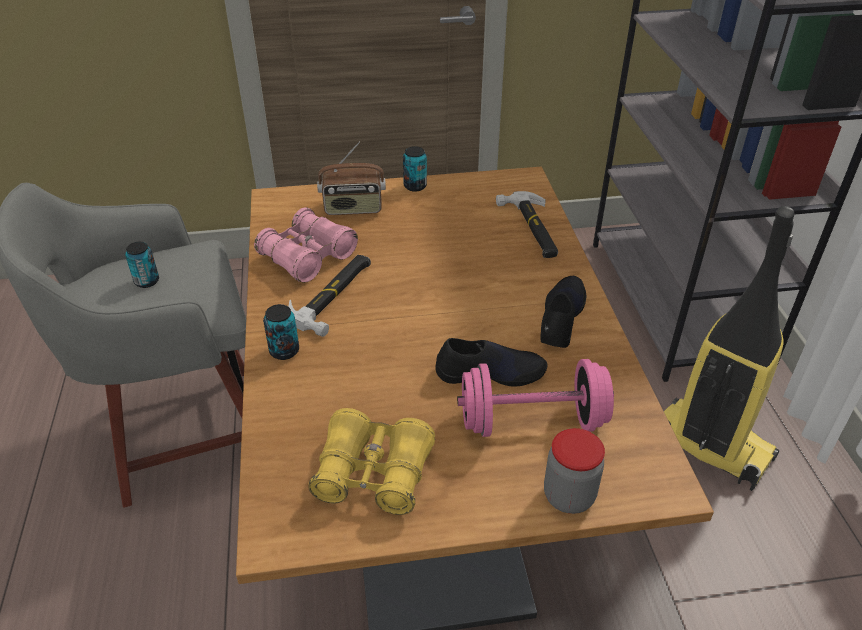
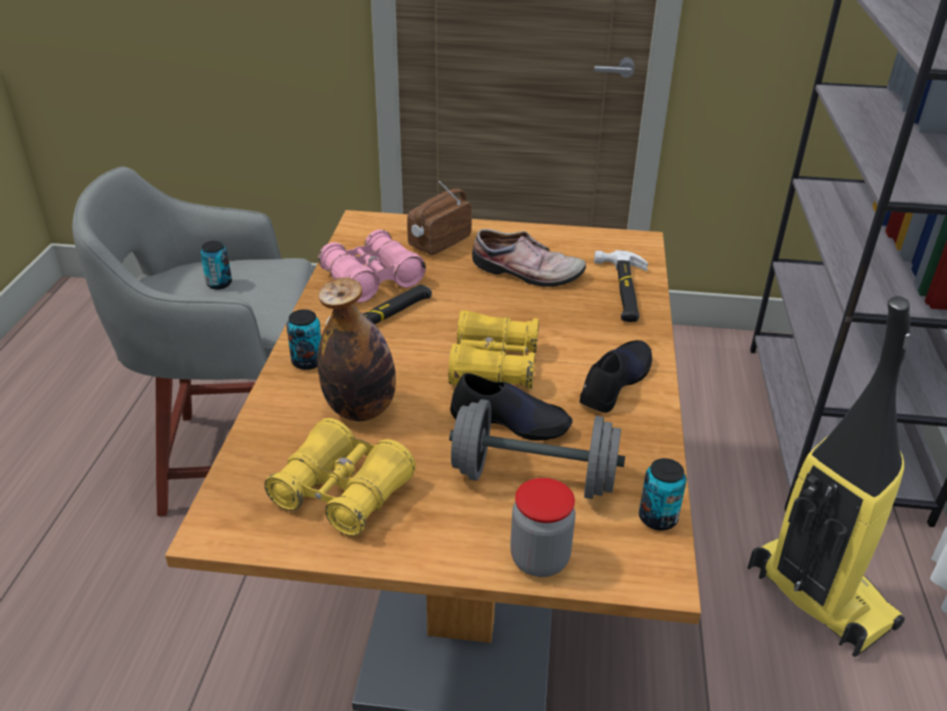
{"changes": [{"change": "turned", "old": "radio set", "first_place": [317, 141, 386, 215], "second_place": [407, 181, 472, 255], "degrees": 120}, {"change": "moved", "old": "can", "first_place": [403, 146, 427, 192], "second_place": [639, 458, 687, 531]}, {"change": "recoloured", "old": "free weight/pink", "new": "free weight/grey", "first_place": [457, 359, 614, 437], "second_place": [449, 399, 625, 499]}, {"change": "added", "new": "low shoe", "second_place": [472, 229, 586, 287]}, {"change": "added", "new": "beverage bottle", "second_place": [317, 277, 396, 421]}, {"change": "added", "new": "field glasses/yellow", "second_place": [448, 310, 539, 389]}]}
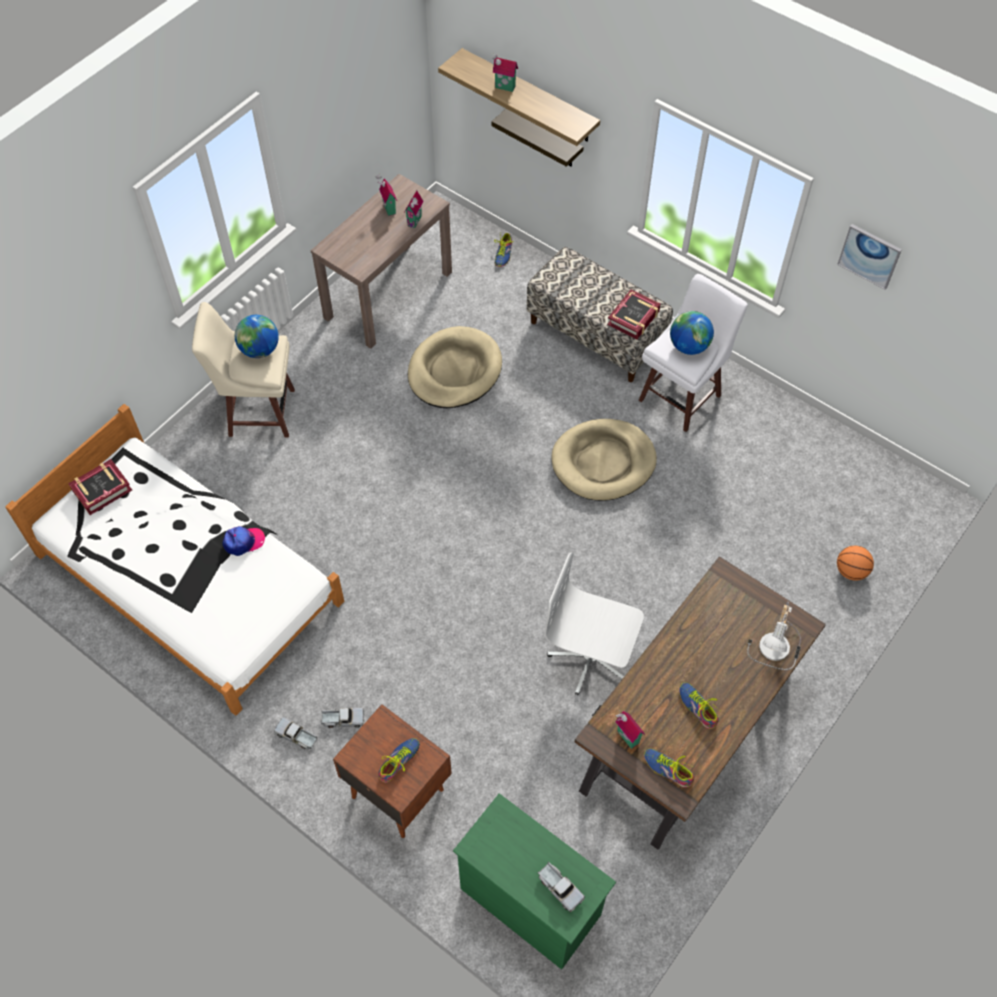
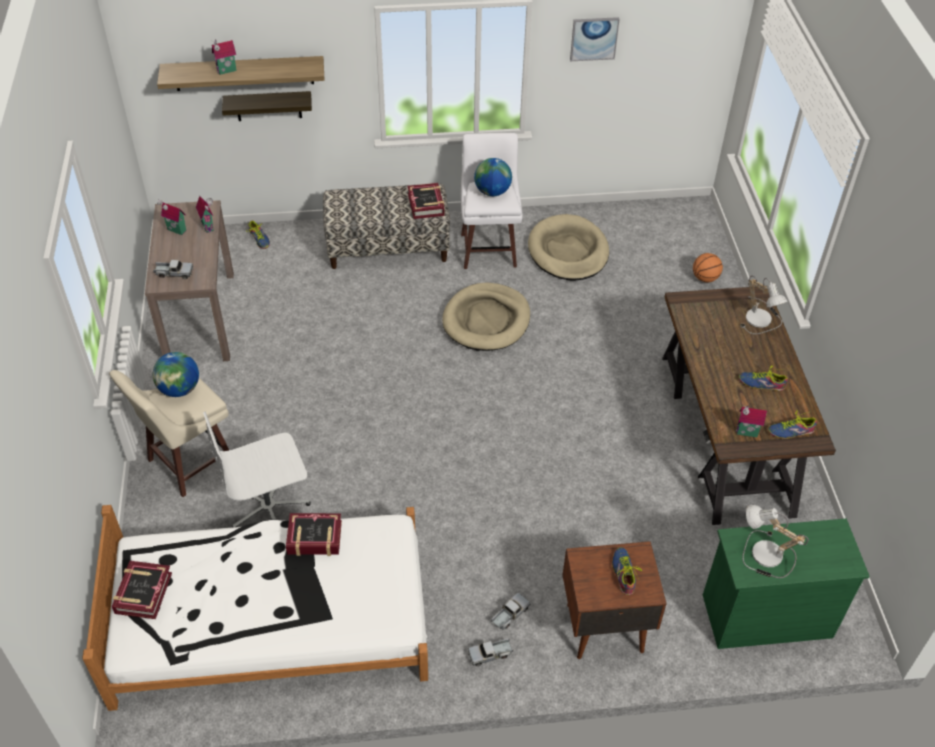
{"changes": [{"change": "moved", "old": "pet bed/sand-coloured", "first_place": [408, 326, 502, 408], "second_place": [528, 214, 609, 281]}, {"change": "replaced", "old": "peaked cap", "new": "book", "first_place": [222, 526, 265, 556], "second_place": [286, 513, 342, 556]}, {"change": "moved", "old": "office chair/white", "first_place": [544, 553, 644, 695], "second_place": [203, 411, 311, 527]}, {"change": "moved", "old": "toy truck", "first_place": [538, 862, 585, 912], "second_place": [153, 260, 193, 279]}, {"change": "added", "new": "tabletop lamp", "second_place": [742, 505, 809, 578]}]}
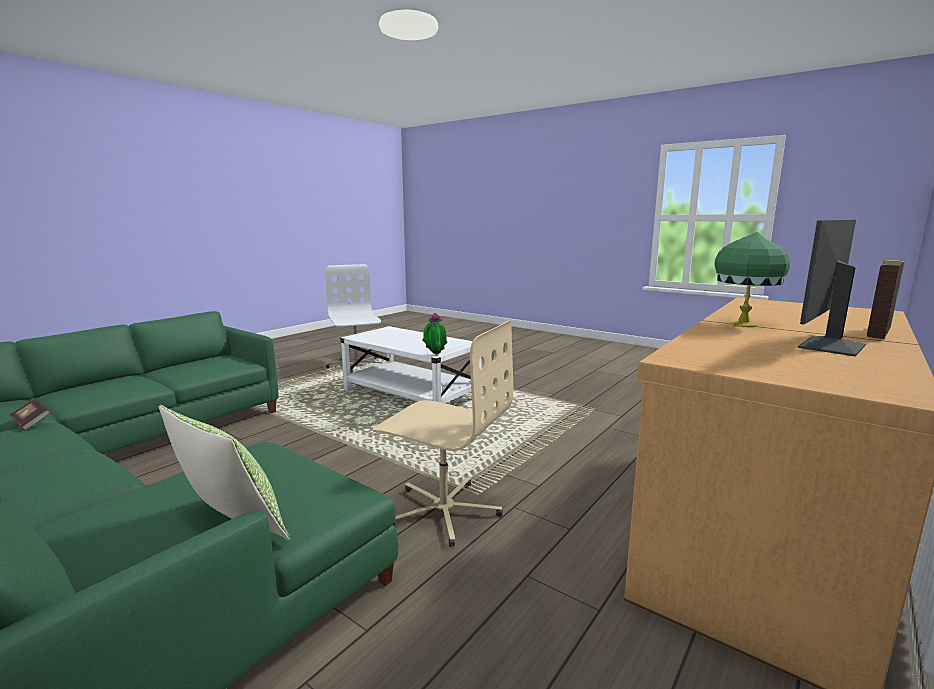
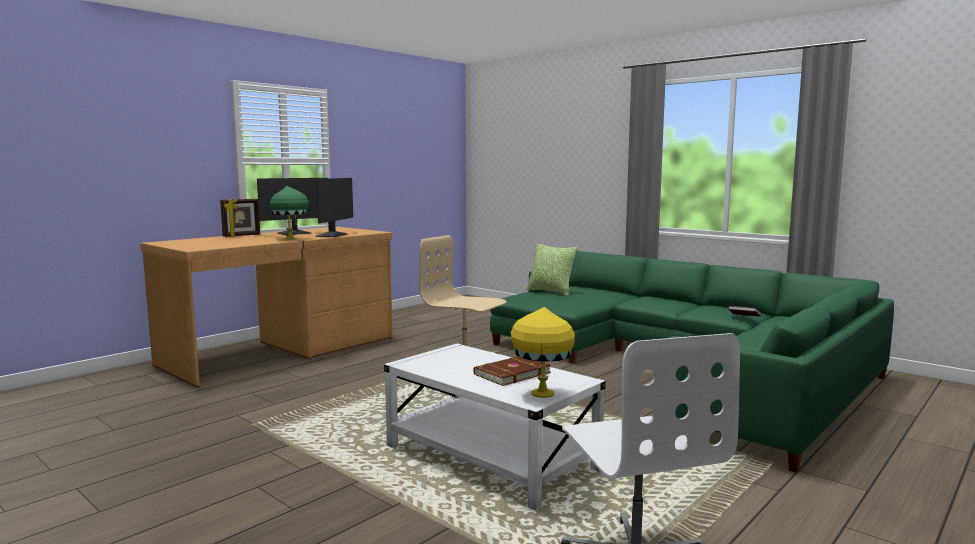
{"changes": [{"change": "removed", "old": "plant in a pot", "first_place": [422, 313, 447, 354]}, {"change": "added", "new": "monitor", "second_place": [316, 178, 353, 237]}, {"change": "added", "new": "tabletop lamp/yellow", "second_place": [511, 307, 575, 398]}, {"change": "added", "new": "book/brown-coloured", "second_place": [473, 357, 551, 386]}]}
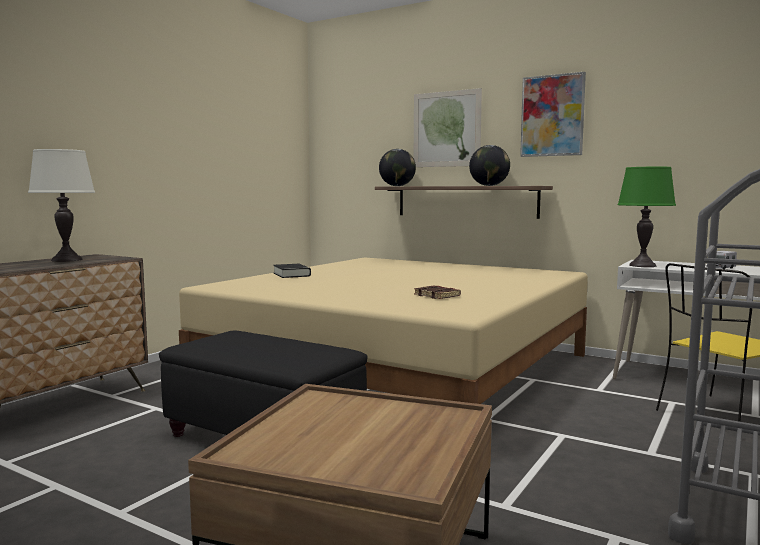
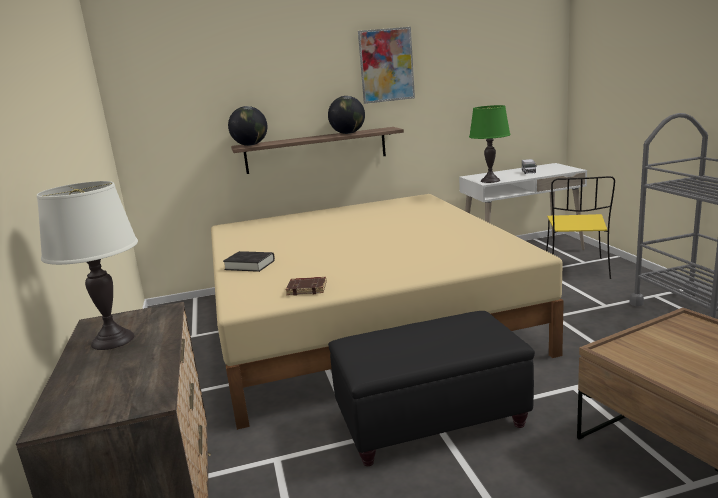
{"changes": [{"change": "removed", "old": "wall art", "first_place": [414, 88, 482, 167]}, {"change": "moved", "old": "book/brown-coloured", "first_place": [414, 286, 461, 299], "second_place": [286, 277, 326, 296]}]}
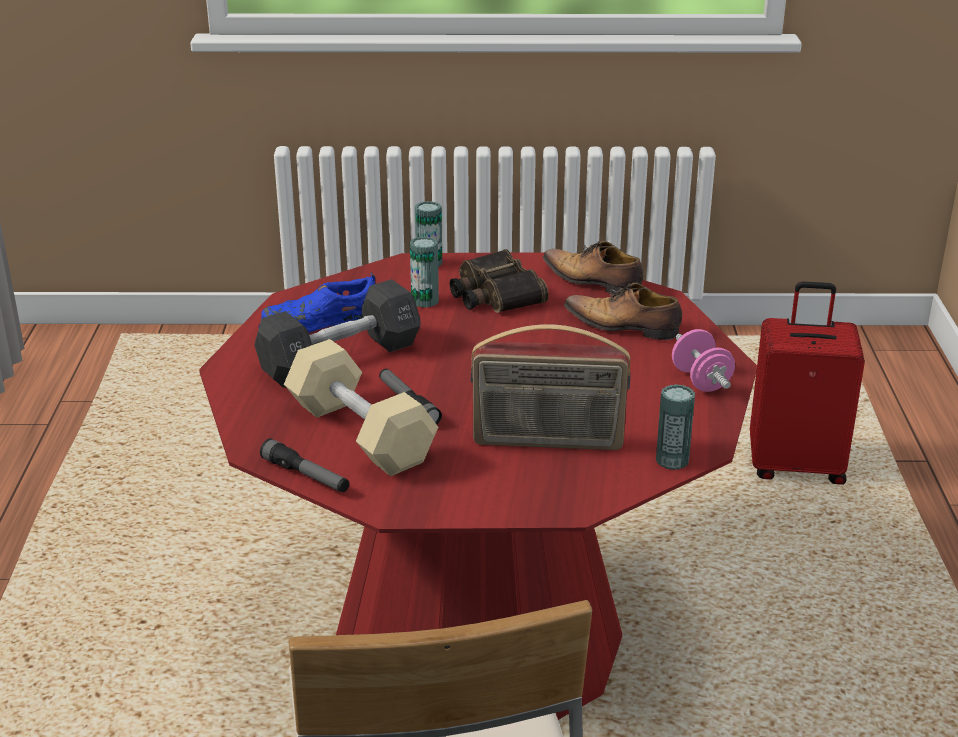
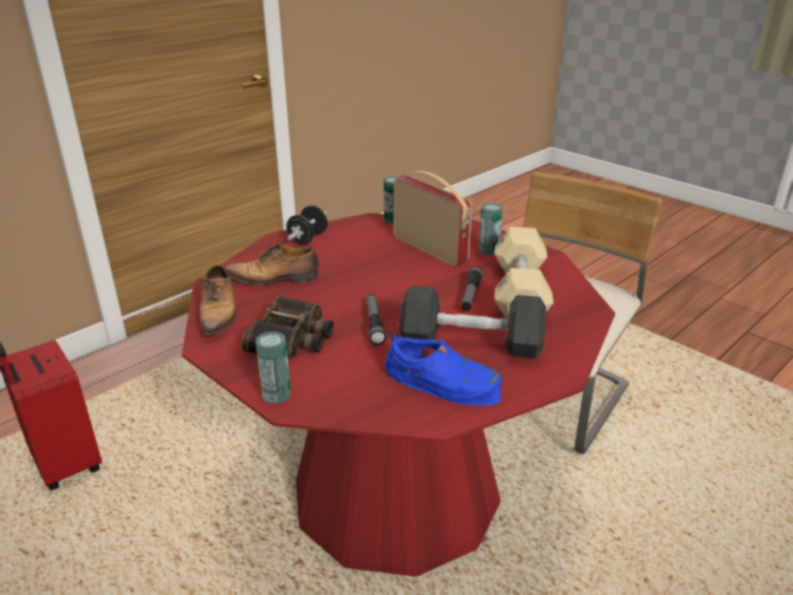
{"changes": [{"change": "moved", "old": "can", "first_place": [410, 236, 439, 308], "second_place": [479, 203, 503, 255]}, {"change": "turned", "old": "low shoe", "first_place": [564, 282, 682, 340], "second_place": [224, 243, 319, 285], "degrees": 105}, {"change": "recoloured", "old": "free weight/pink", "new": "free weight/black", "first_place": [672, 329, 735, 392], "second_place": [287, 205, 328, 245]}, {"change": "moved", "old": "hand torch", "first_place": [260, 438, 349, 492], "second_place": [366, 294, 386, 345]}]}
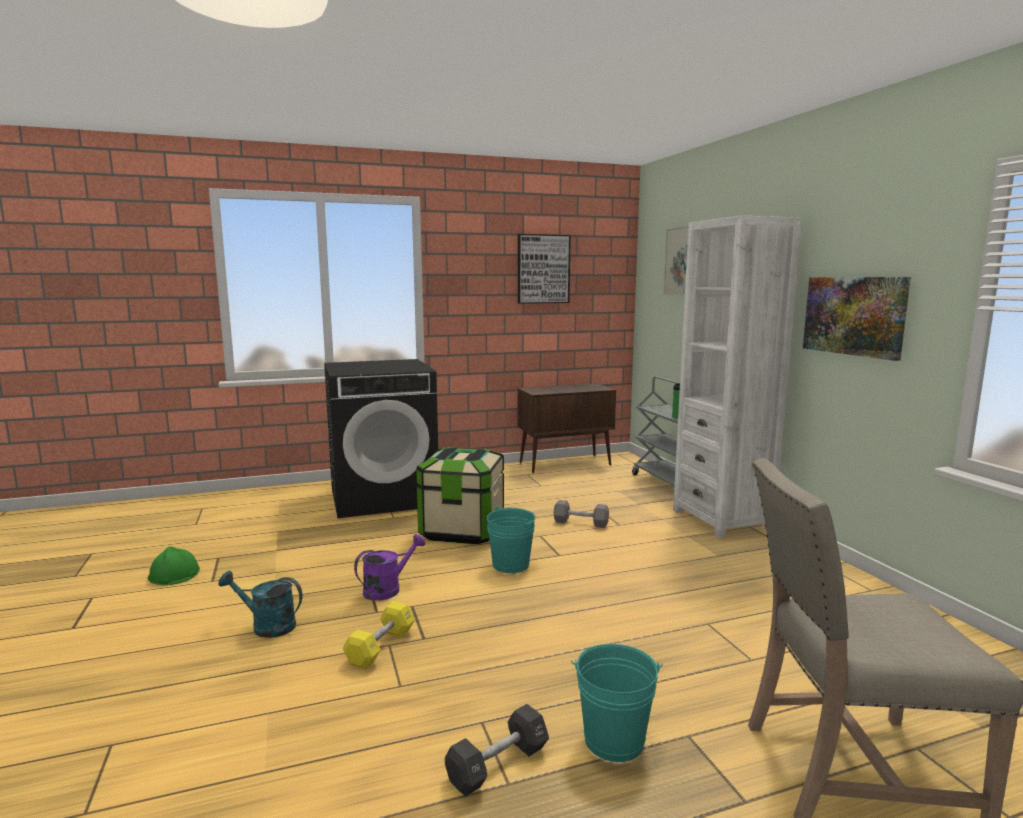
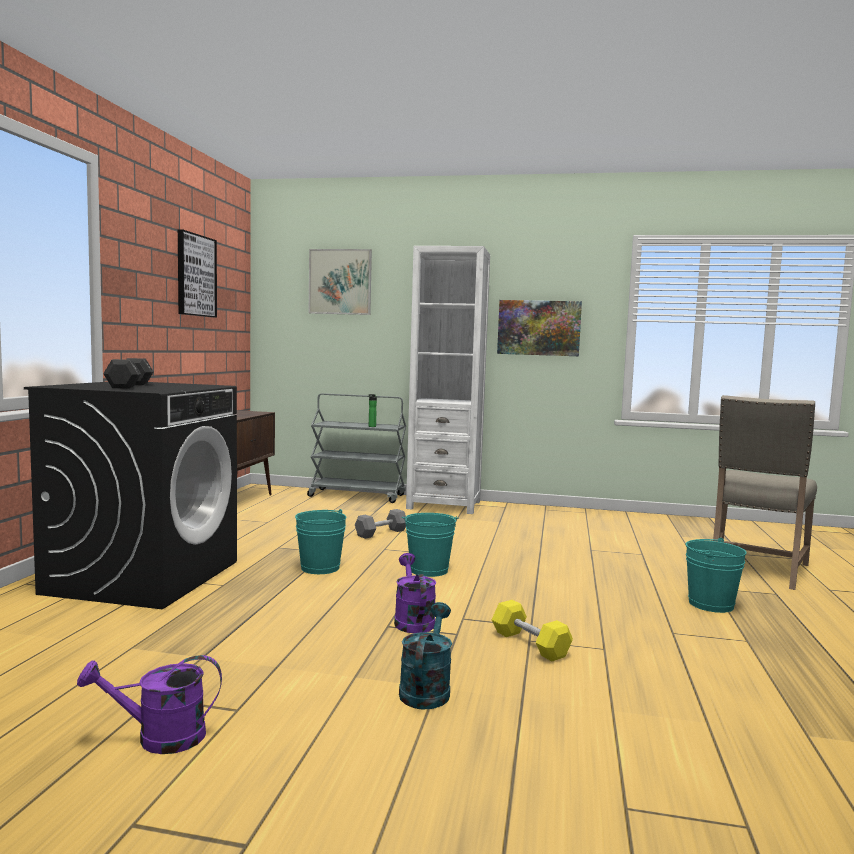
{"changes": [{"change": "replaced", "old": "storage bin", "new": "pail/turquoise", "first_place": [416, 447, 504, 544], "second_place": [295, 509, 346, 574]}, {"change": "replaced", "old": "safety helmet/green", "new": "watering can/purple-coloured", "first_place": [148, 546, 200, 585], "second_place": [77, 655, 222, 754]}, {"change": "turned", "old": "watering can/turquoise", "first_place": [218, 571, 303, 638], "second_place": [399, 602, 452, 709], "degrees": 150}, {"change": "moved", "old": "free weight/black", "first_place": [445, 704, 549, 797], "second_place": [103, 358, 154, 389]}]}
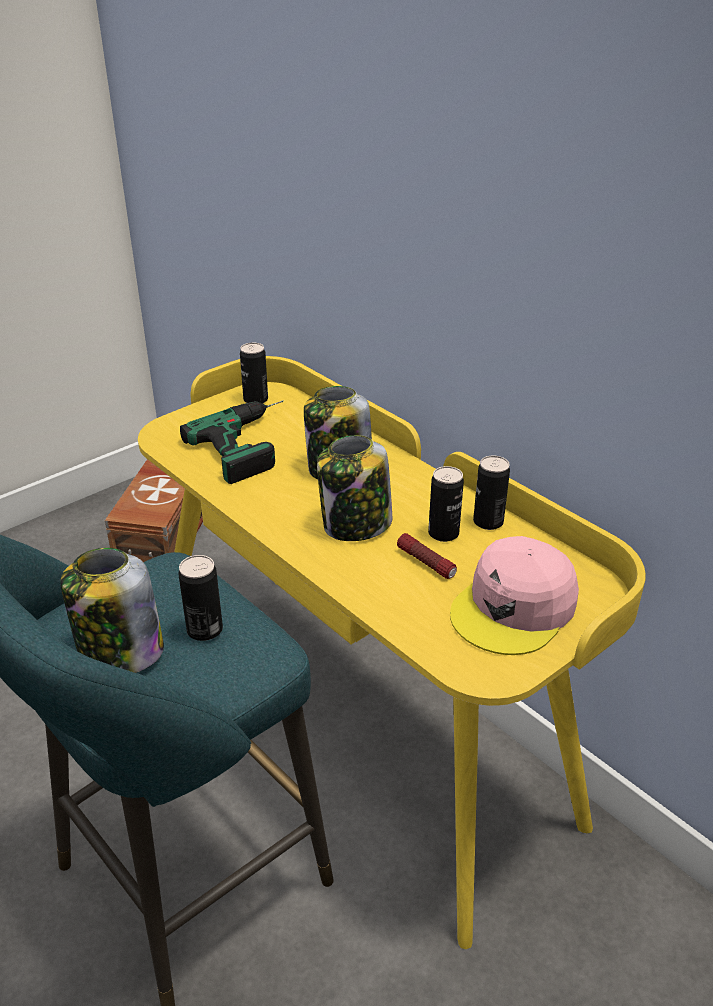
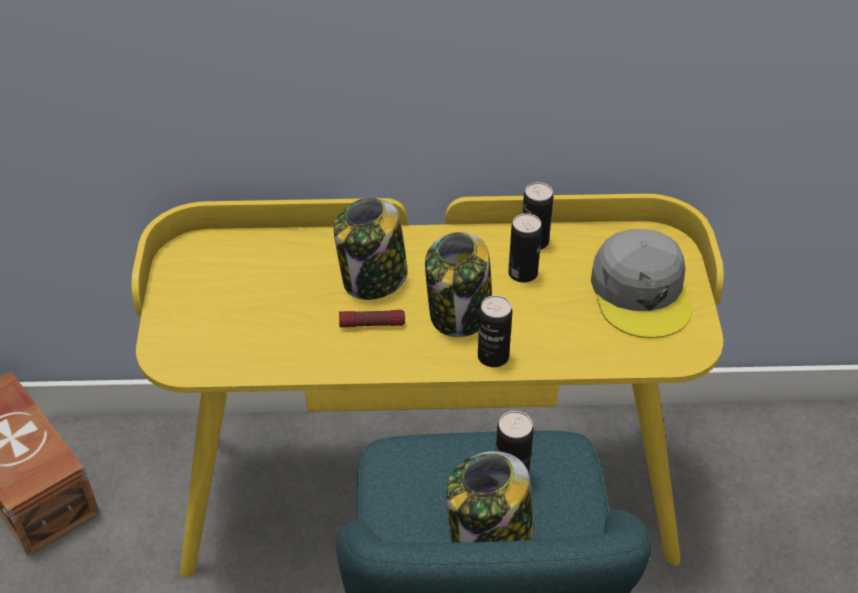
{"changes": [{"change": "moved", "old": "can", "first_place": [240, 343, 268, 404], "second_place": [478, 295, 512, 367]}, {"change": "removed", "old": "power drill", "first_place": [180, 400, 284, 484]}, {"change": "moved", "old": "hand torch", "first_place": [397, 533, 457, 579], "second_place": [339, 310, 405, 327]}, {"change": "recoloured", "old": "peaked cap/pink", "new": "peaked cap/grey", "first_place": [450, 536, 579, 655], "second_place": [591, 229, 692, 338]}]}
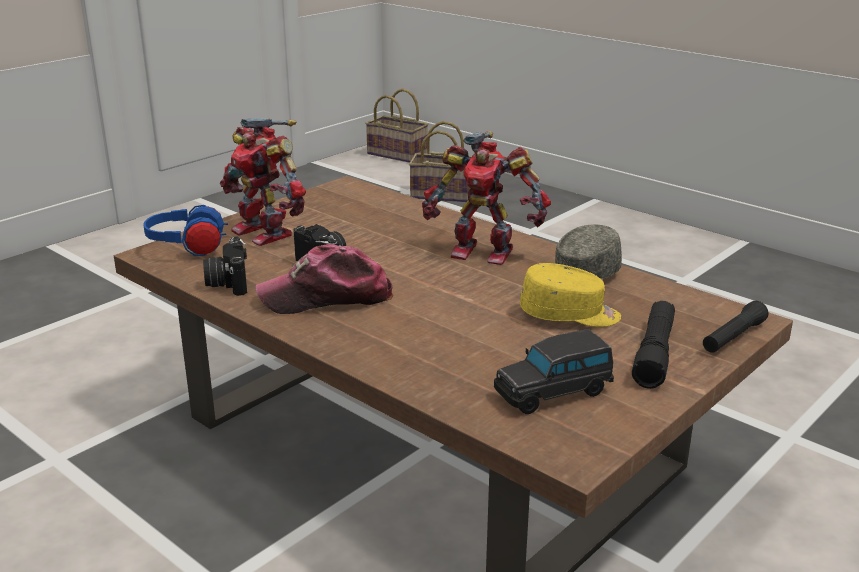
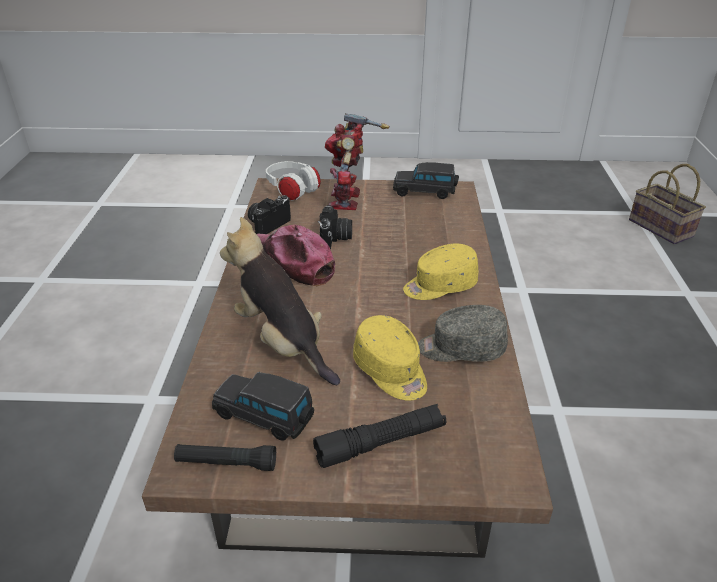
{"changes": [{"change": "removed", "old": "household basket", "first_place": [365, 88, 429, 163]}, {"change": "replaced", "old": "toy robot", "new": "peaked cap/yellow", "first_place": [422, 131, 551, 265], "second_place": [403, 244, 479, 300]}, {"change": "recoloured", "old": "headphones/bluish", "new": "headphones/white", "first_place": [143, 205, 228, 256], "second_place": [266, 161, 321, 201]}, {"change": "moved", "old": "hand torch/black", "first_place": [703, 301, 768, 353], "second_place": [174, 444, 276, 471]}, {"change": "added", "new": "model car/black", "second_place": [393, 162, 459, 199]}, {"change": "added", "new": "soft toy", "second_place": [220, 217, 340, 385]}]}
